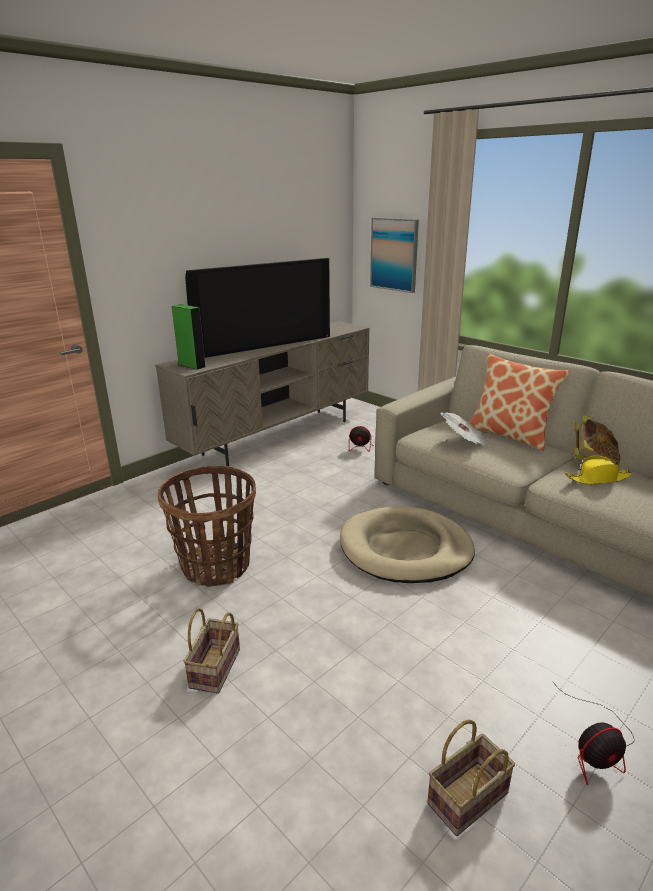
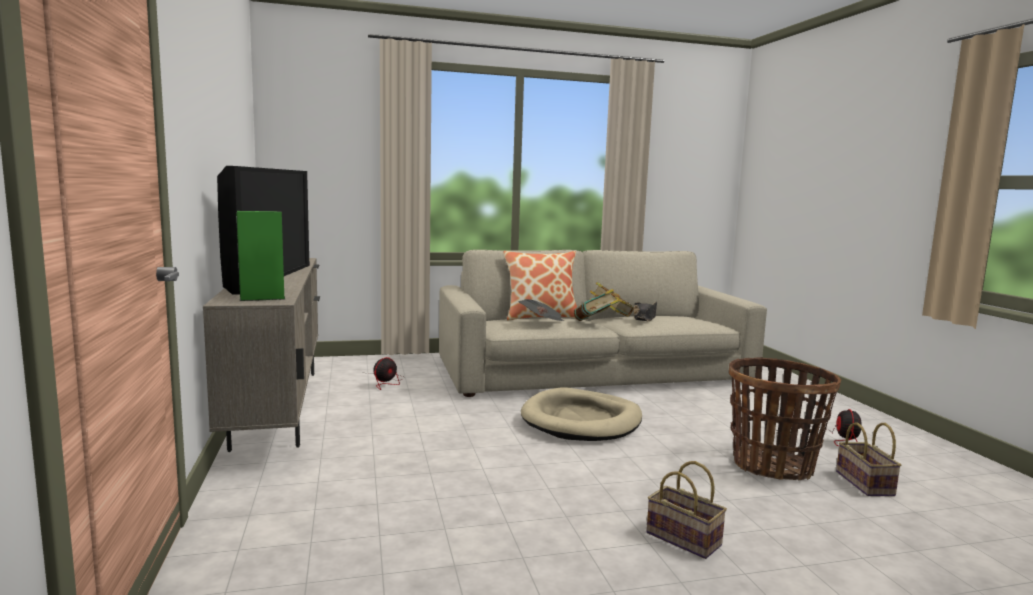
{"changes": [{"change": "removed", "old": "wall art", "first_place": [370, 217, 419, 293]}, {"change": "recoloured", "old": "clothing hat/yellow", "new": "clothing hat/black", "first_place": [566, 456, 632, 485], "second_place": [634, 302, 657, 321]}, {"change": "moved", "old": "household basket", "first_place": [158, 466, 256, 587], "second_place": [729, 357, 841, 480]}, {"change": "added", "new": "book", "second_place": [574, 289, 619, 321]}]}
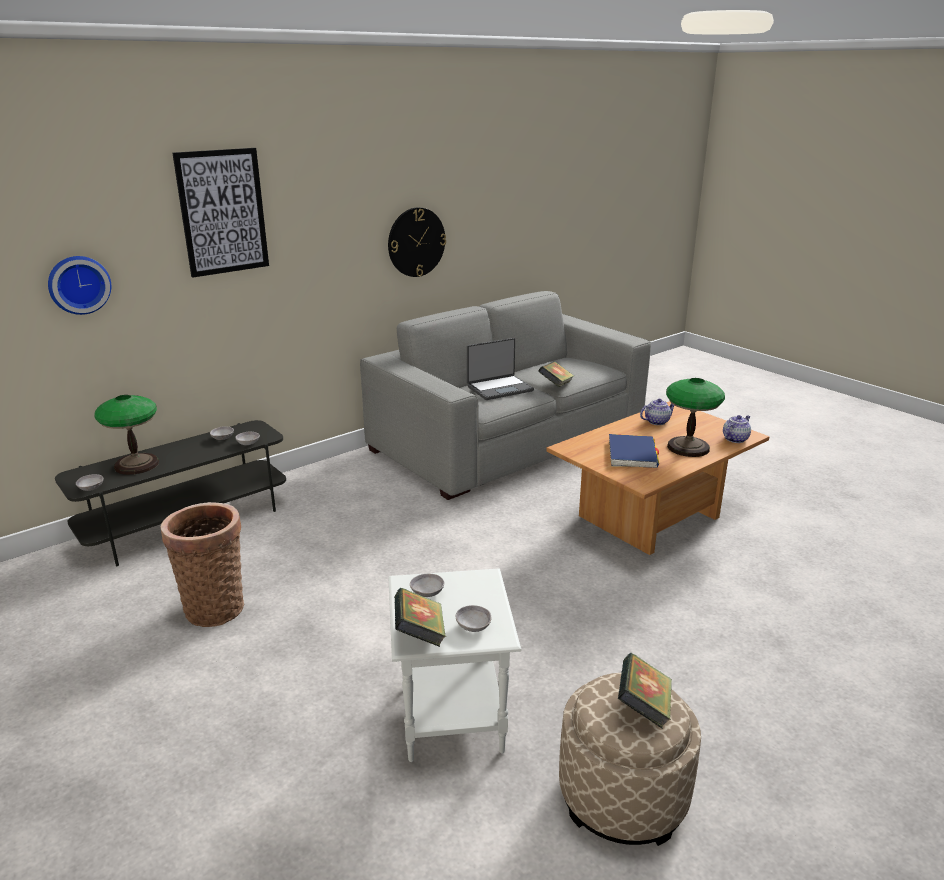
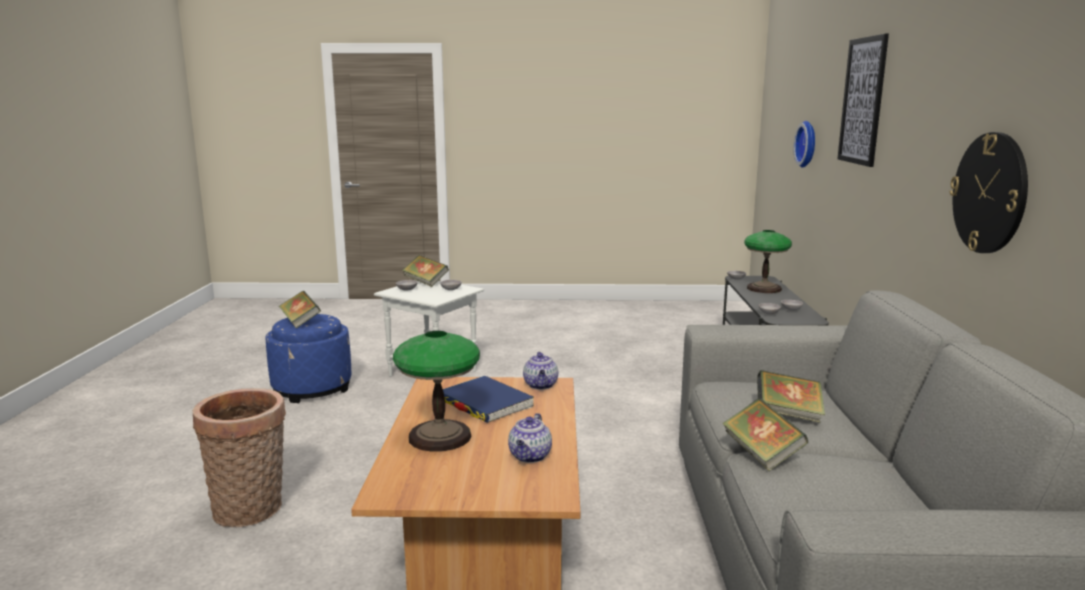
{"changes": [{"change": "replaced", "old": "laptop", "new": "book", "first_place": [467, 338, 534, 400], "second_place": [757, 370, 825, 423]}, {"change": "moved", "old": "tea pot", "first_place": [723, 415, 751, 443], "second_place": [523, 352, 558, 390]}, {"change": "moved", "old": "household basket", "first_place": [161, 502, 244, 627], "second_place": [193, 388, 286, 527]}, {"change": "recoloured", "old": "pouffe/sand-coloured", "new": "pouffe/bluish", "first_place": [559, 673, 701, 846], "second_place": [265, 314, 351, 403]}]}
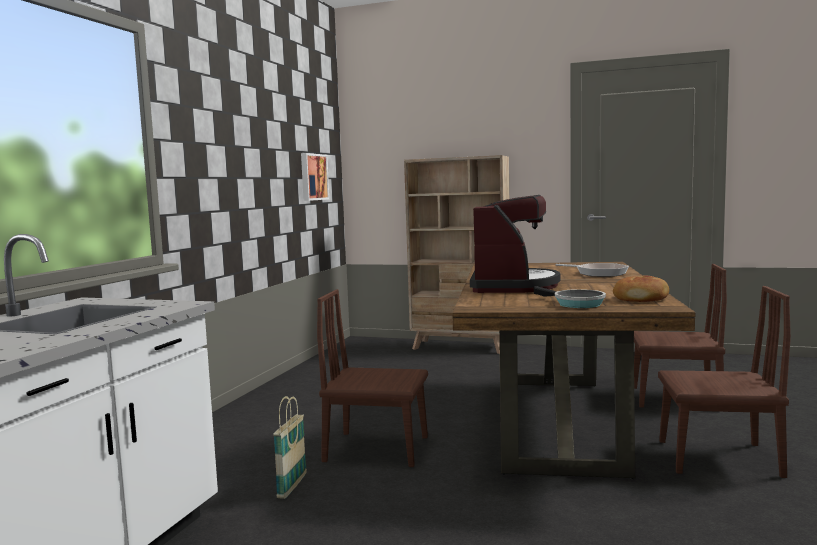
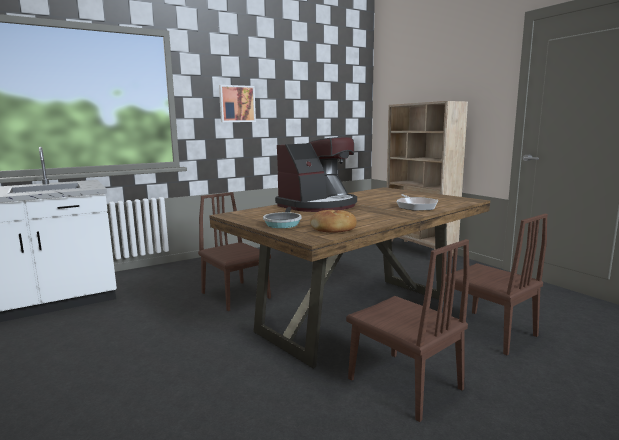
{"changes": [{"change": "moved", "old": "wall art", "first_place": [301, 153, 329, 201], "second_place": [219, 85, 256, 122]}, {"change": "removed", "old": "household basket", "first_place": [273, 396, 307, 499]}]}
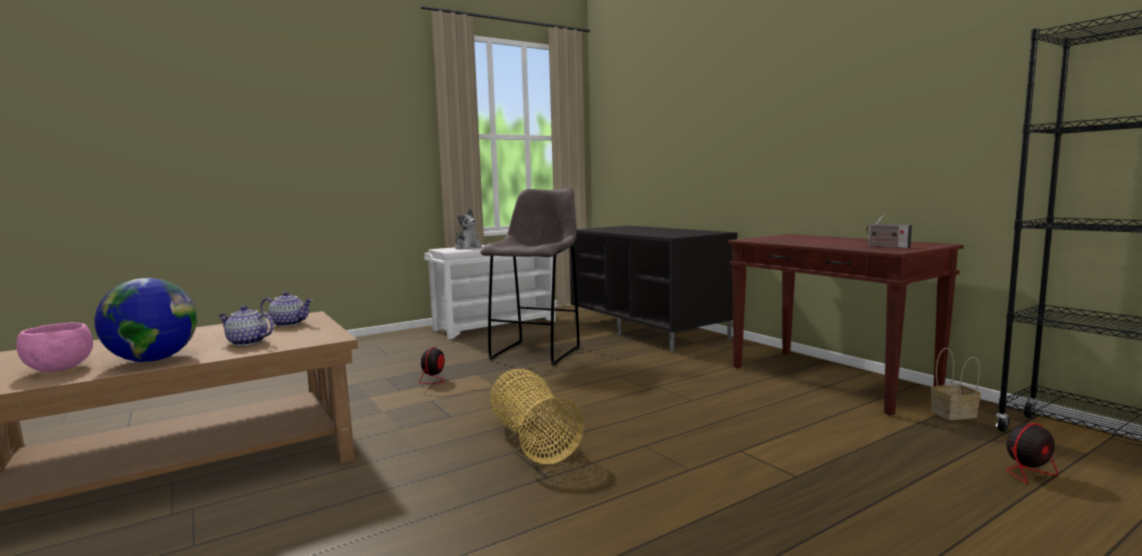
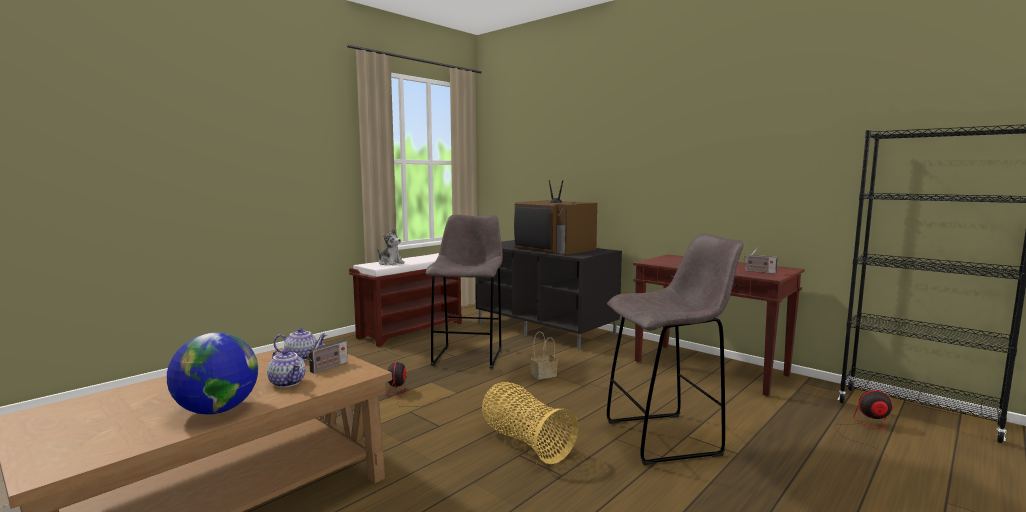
{"changes": [{"change": "recoloured", "old": "bench/white", "new": "bench/brown-coloured", "first_place": [424, 245, 556, 339], "second_place": [349, 253, 462, 347]}, {"change": "turned", "old": "tea pot", "first_place": [218, 306, 274, 346], "second_place": [267, 349, 306, 388], "degrees": -135}, {"change": "removed", "old": "deep dish/pink", "first_place": [16, 323, 93, 372]}, {"change": "moved", "old": "household basket", "first_place": [931, 348, 981, 420], "second_place": [530, 331, 558, 380]}, {"change": "turned", "old": "electric fan", "first_place": [951, 423, 1058, 484], "second_place": [834, 390, 893, 458], "degrees": -135}, {"change": "added", "new": "TV set", "second_place": [514, 180, 597, 255]}, {"change": "added", "new": "sitting stool/grey", "second_place": [607, 233, 744, 465]}, {"change": "added", "new": "radio set", "second_place": [306, 334, 348, 373]}]}
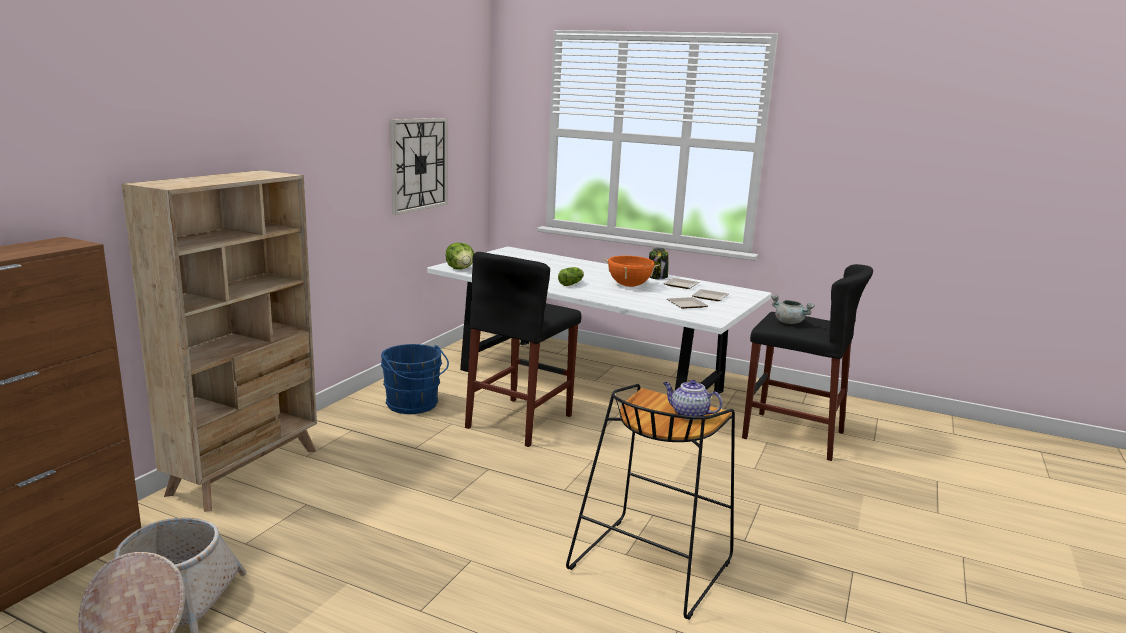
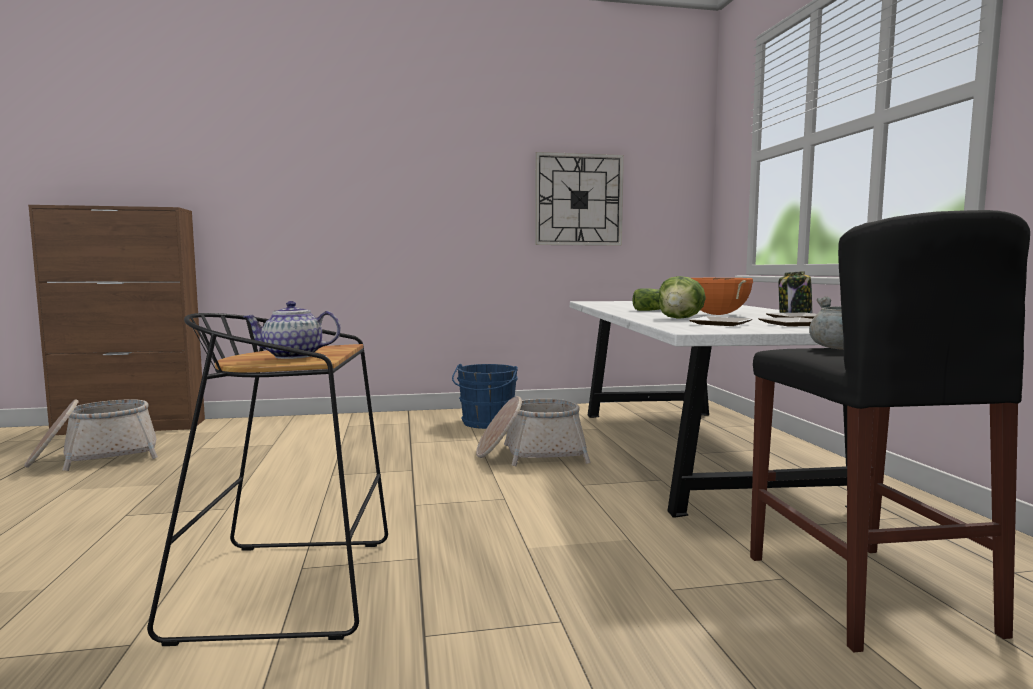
{"changes": [{"change": "removed", "old": "shelving unit/sand-coloured", "first_place": [121, 170, 317, 512]}, {"change": "moved", "old": "head of lettuce", "first_place": [446, 242, 474, 269], "second_place": [658, 276, 706, 319]}, {"change": "replaced", "old": "sitting stool/black", "new": "household basket", "first_place": [465, 252, 581, 447], "second_place": [476, 396, 591, 466]}, {"change": "turned", "old": "tea pot", "first_place": [663, 380, 722, 420], "second_place": [243, 301, 340, 359], "degrees": -90}]}
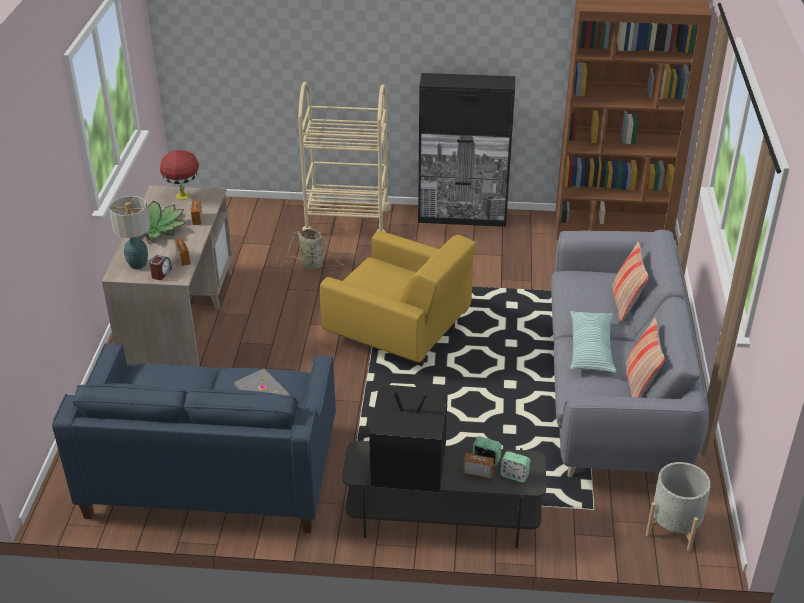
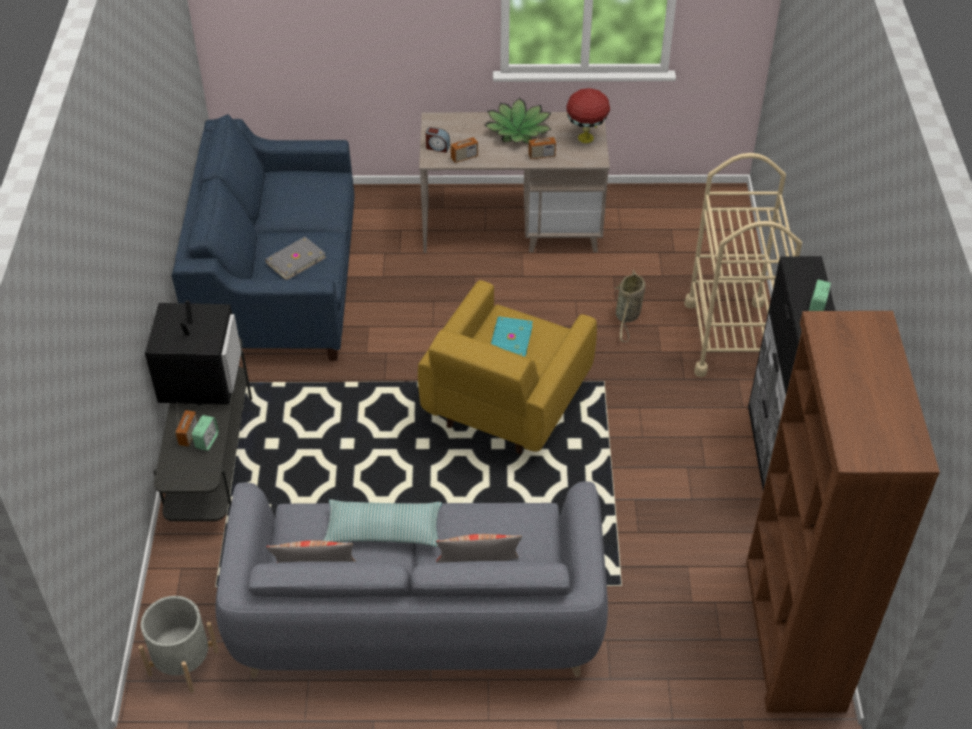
{"changes": [{"change": "removed", "old": "tabletop lamp", "first_place": [109, 196, 150, 269]}, {"change": "moved", "old": "table clock", "first_place": [500, 451, 531, 483], "second_place": [809, 279, 831, 311]}, {"change": "added", "new": "book/turquoise", "second_place": [491, 317, 533, 357]}]}
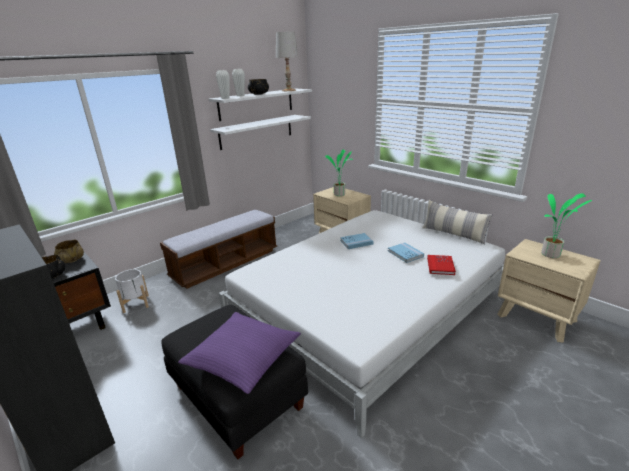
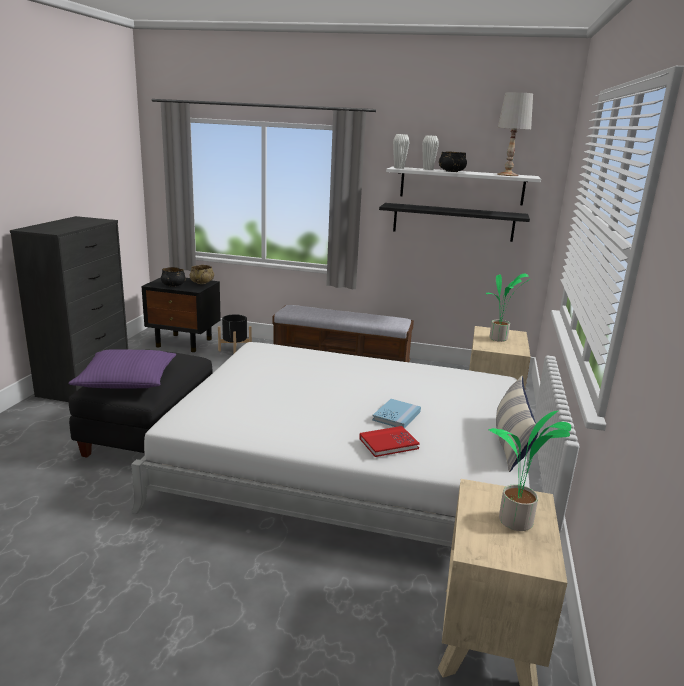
{"changes": [{"change": "recoloured", "old": "wall shelf/white", "new": "wall shelf/black", "first_place": [210, 115, 311, 150], "second_place": [379, 203, 530, 242]}, {"change": "removed", "old": "book/bluish", "first_place": [340, 233, 374, 249]}, {"change": "recoloured", "old": "flower pot/white", "new": "flower pot/black", "first_place": [115, 269, 149, 313], "second_place": [218, 314, 252, 353]}]}
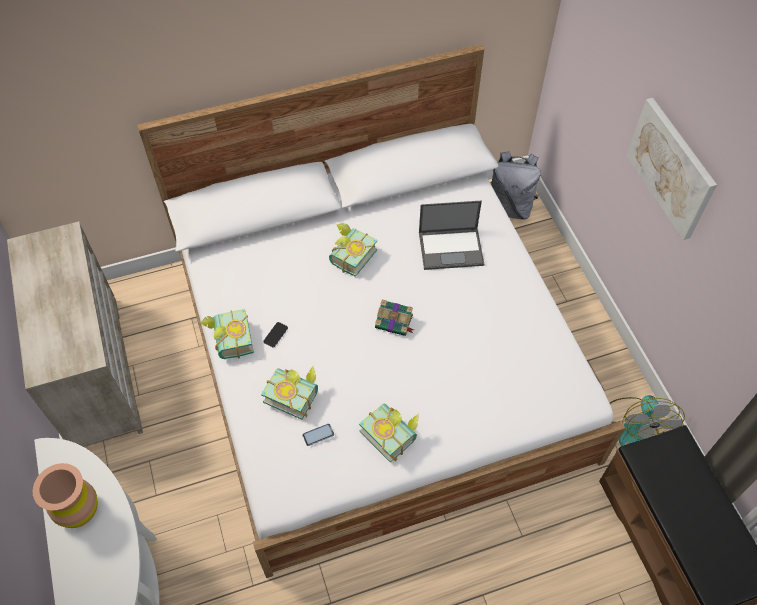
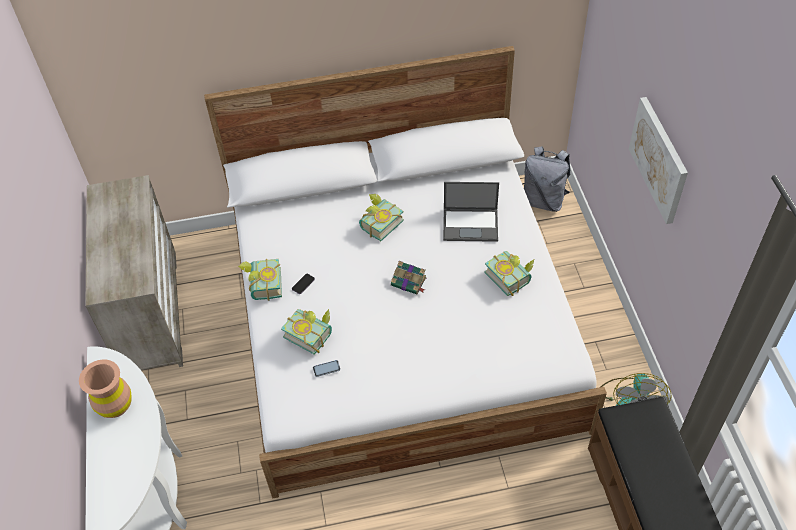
{"changes": [{"change": "moved", "old": "book", "first_place": [359, 403, 419, 462], "second_place": [484, 251, 534, 296]}]}
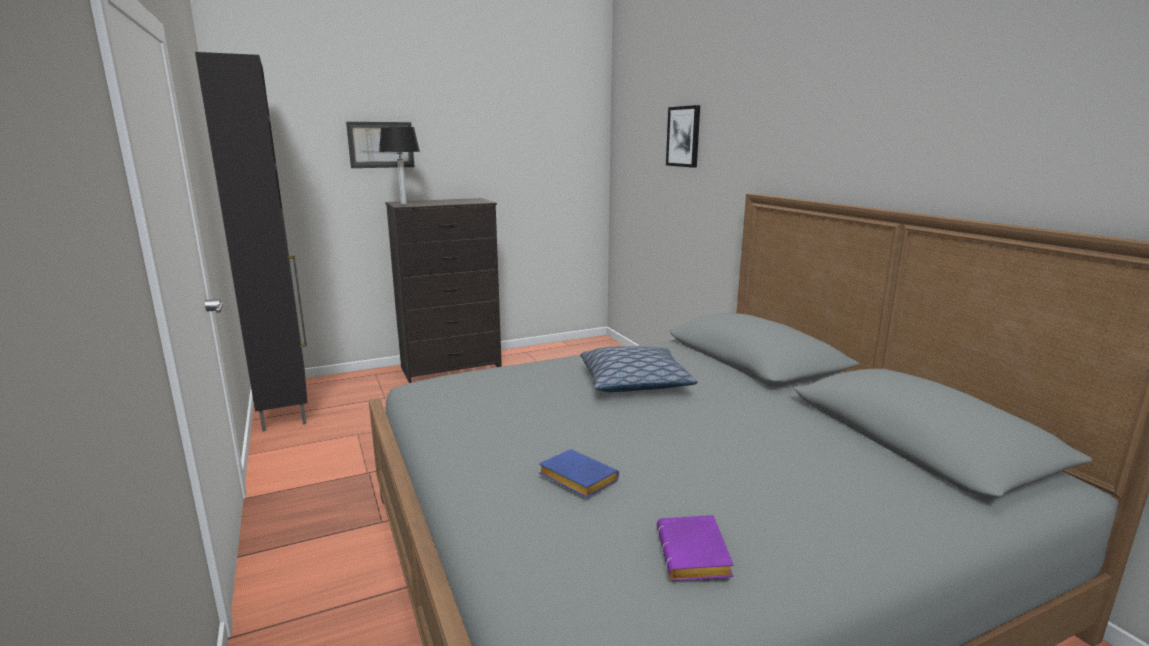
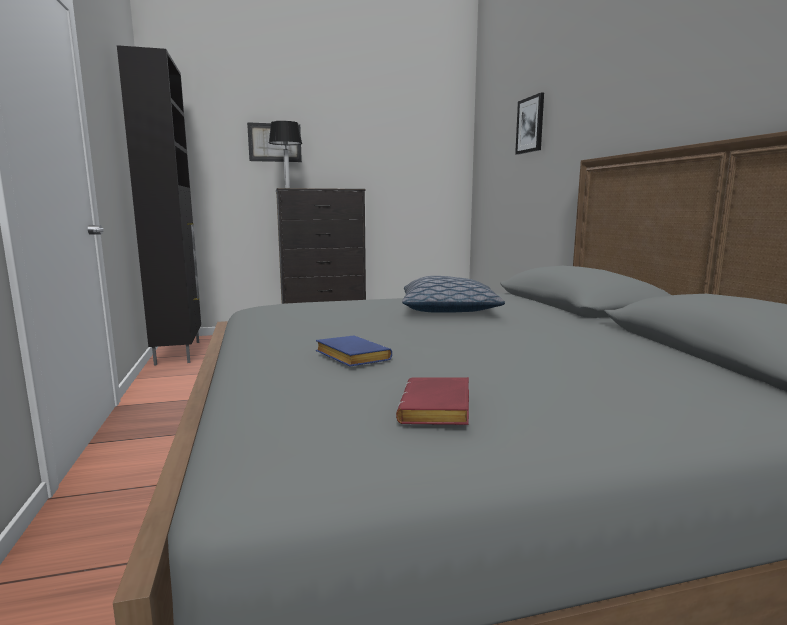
{"changes": [{"change": "recoloured", "old": "book/purple-coloured", "new": "book/red", "first_place": [657, 515, 734, 581], "second_place": [396, 377, 469, 425]}]}
